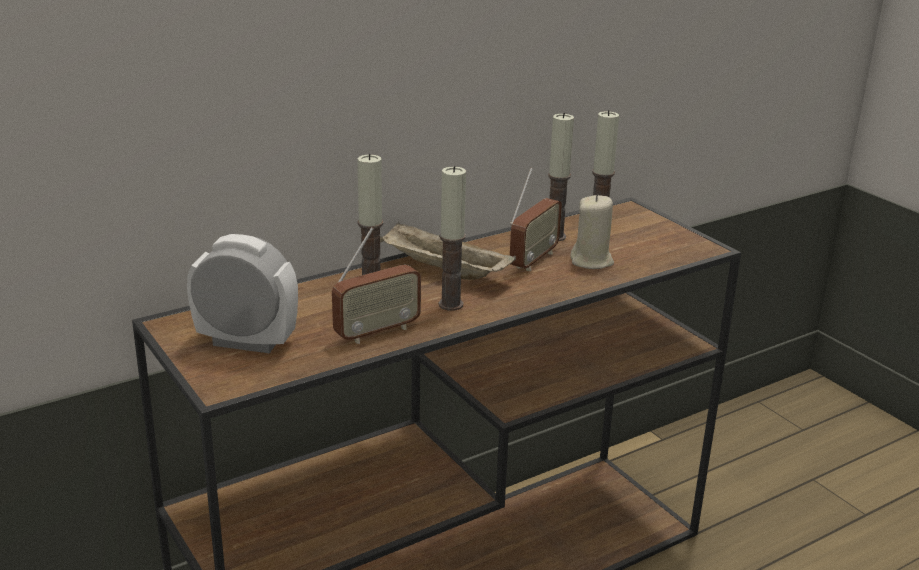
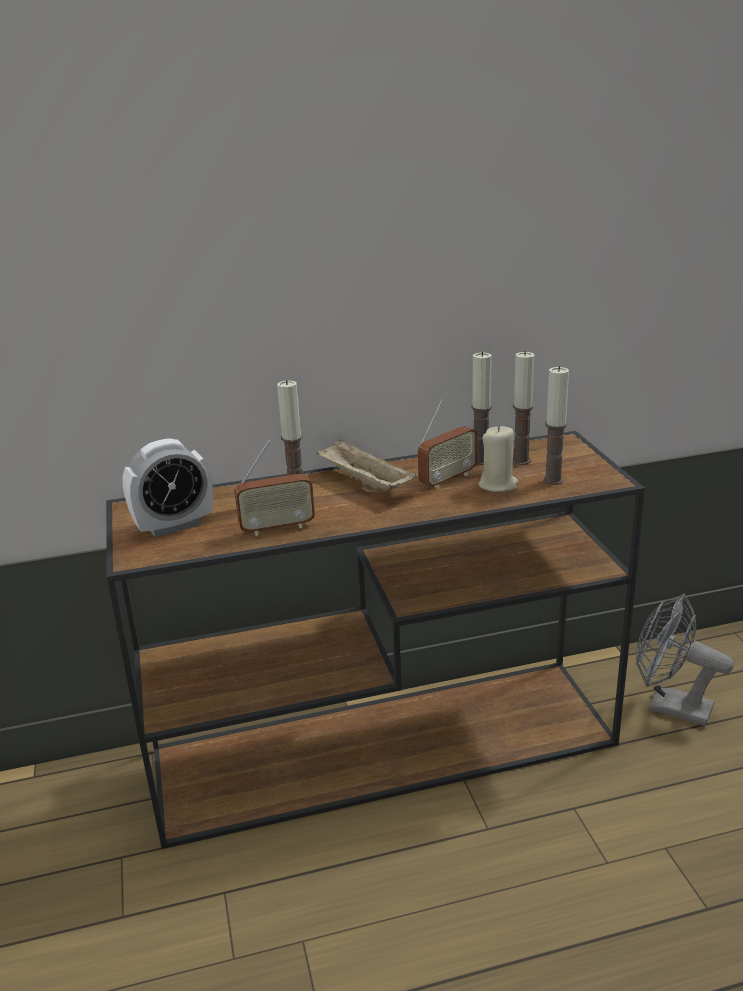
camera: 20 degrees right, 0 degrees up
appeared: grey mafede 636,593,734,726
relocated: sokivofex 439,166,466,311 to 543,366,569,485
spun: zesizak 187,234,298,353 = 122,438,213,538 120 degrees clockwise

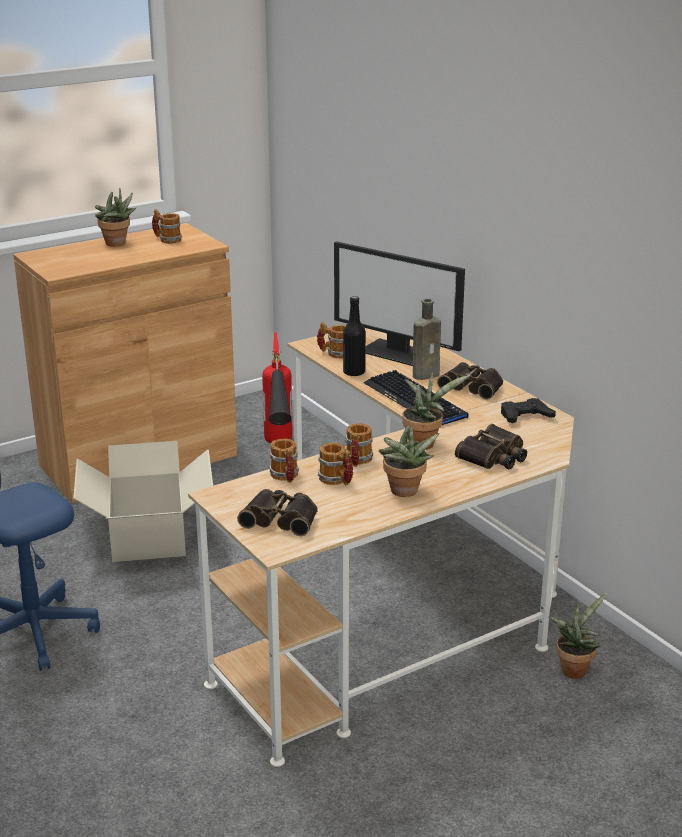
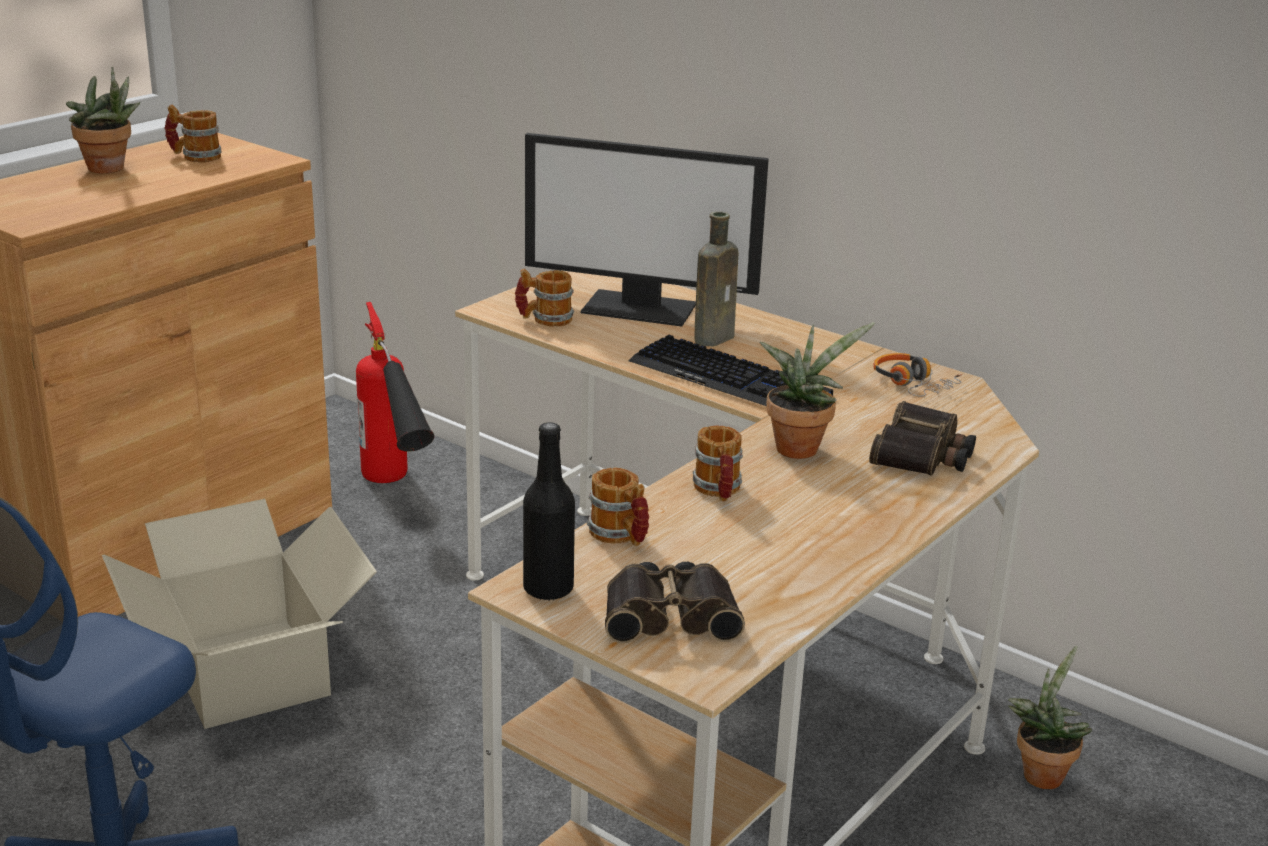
camera: 20 degrees left, 0 degrees up
missing: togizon 318,443,353,485; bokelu 379,426,439,497; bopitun 437,362,503,400
relocated: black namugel 343,296,366,376 to 523,422,575,601
exchanged: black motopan 501,398,556,423 to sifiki 873,353,962,397

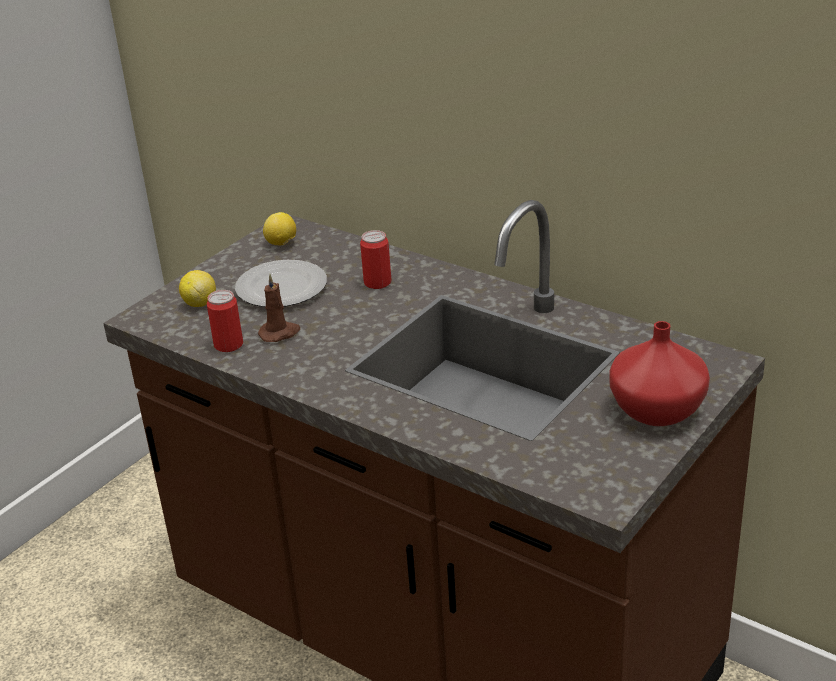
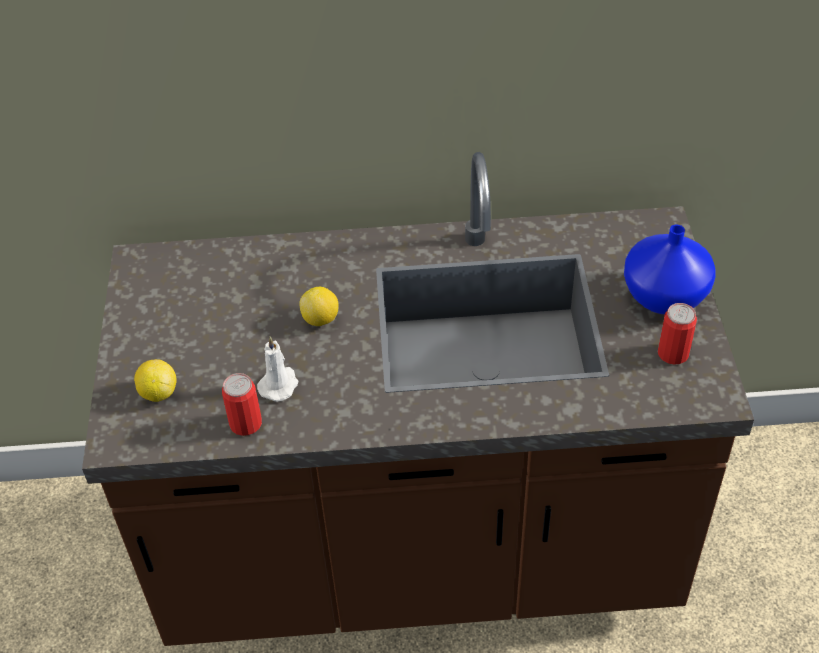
camera: 40 degrees left, 15 degrees up
missing: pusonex 235,260,327,307
relocated: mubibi 263,212,296,246 to 299,287,339,326; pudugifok 360,230,392,289 to 658,303,697,365
colour: brown sokivofex 258,274,300,342 to white sokivofex 257,336,299,402; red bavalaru 609,321,710,426 to blue bavalaru 624,225,716,314

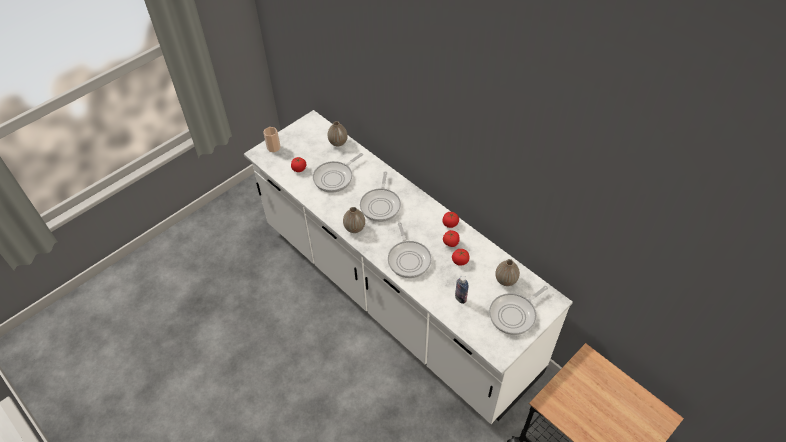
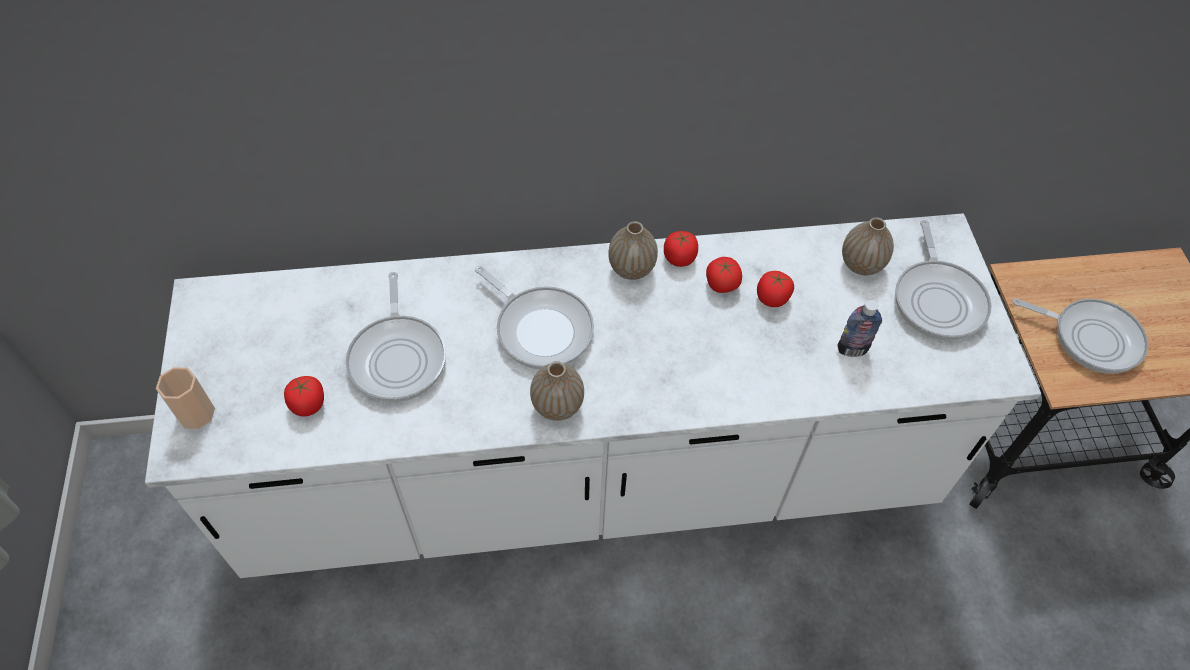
camera: 55 degrees left, 5 degrees up
relocated: bavalaru 328,121,348,146 to 608,221,658,280; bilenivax 388,222,432,278 to 1012,298,1148,374

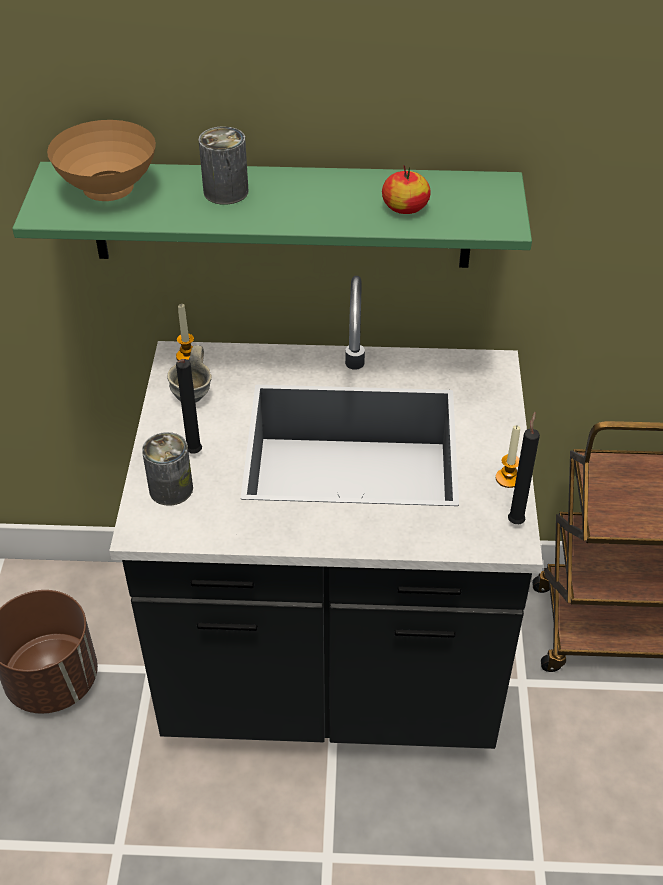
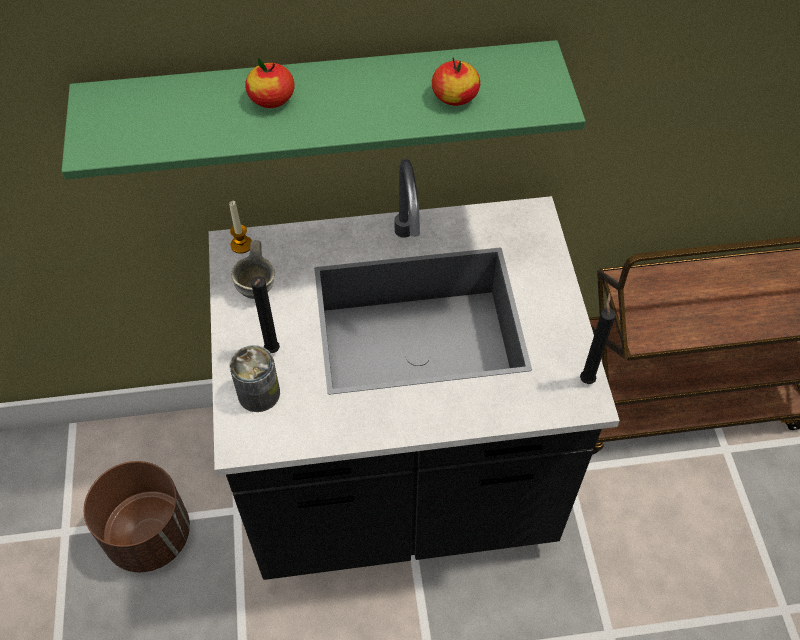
camera: 10 degrees left, 10 degrees up
missing: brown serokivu 47,120,156,201; sokivofex 496,425,520,488
exchanged: pudugifok 199,126,248,205 to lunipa 245,58,294,108

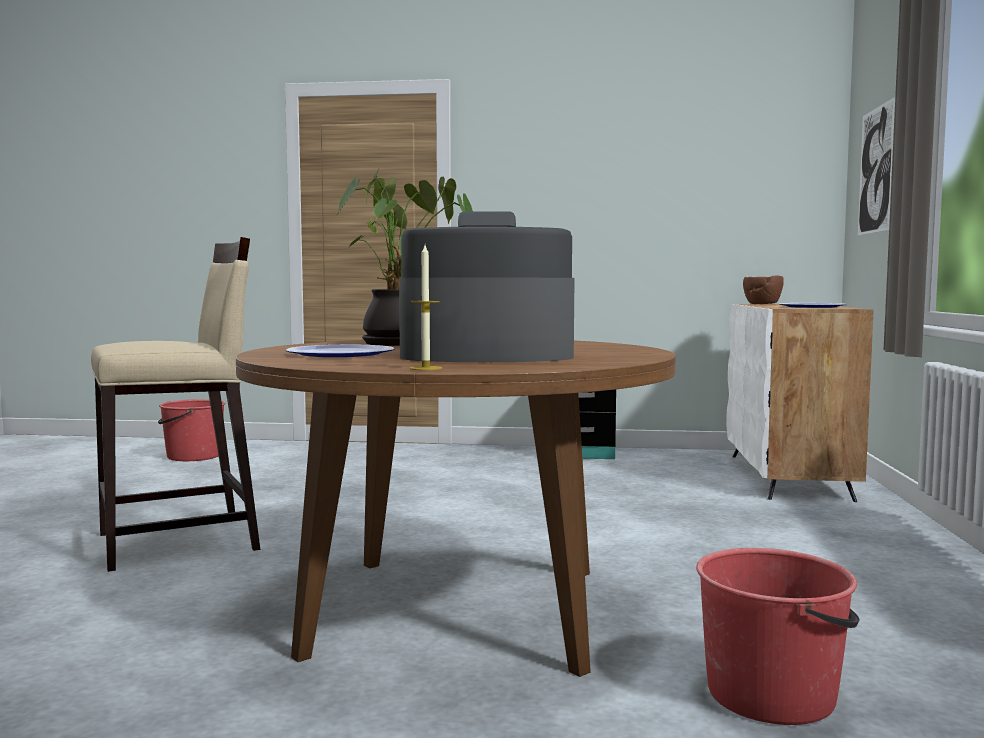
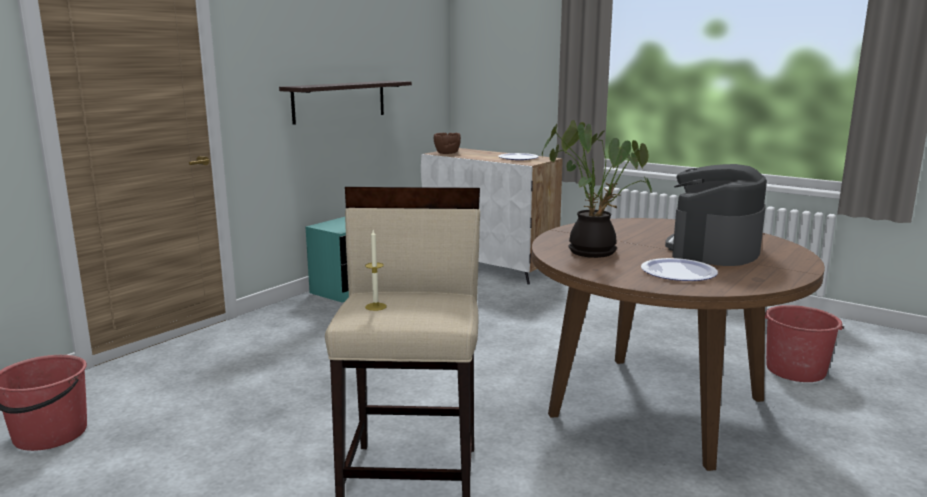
camera: 60 degrees left, 10 degrees up
missing: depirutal 858,97,895,235
appeared: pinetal 279,81,412,125
relocated: sokivofex 410,245,442,370 to 365,230,387,311

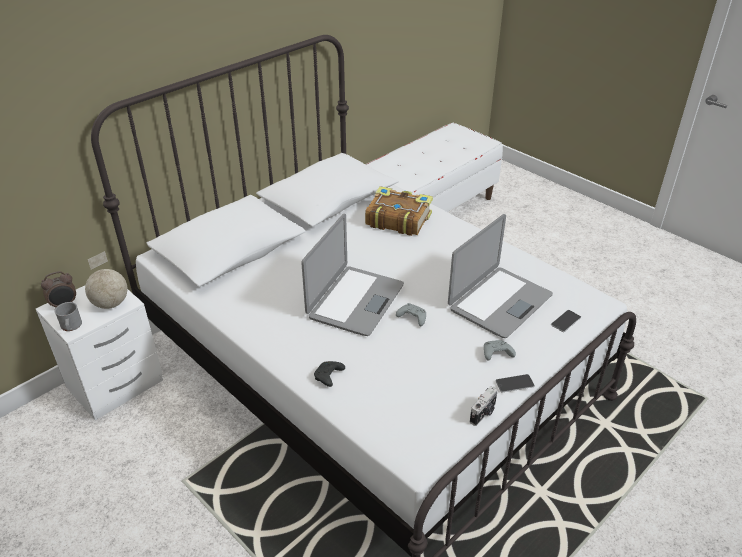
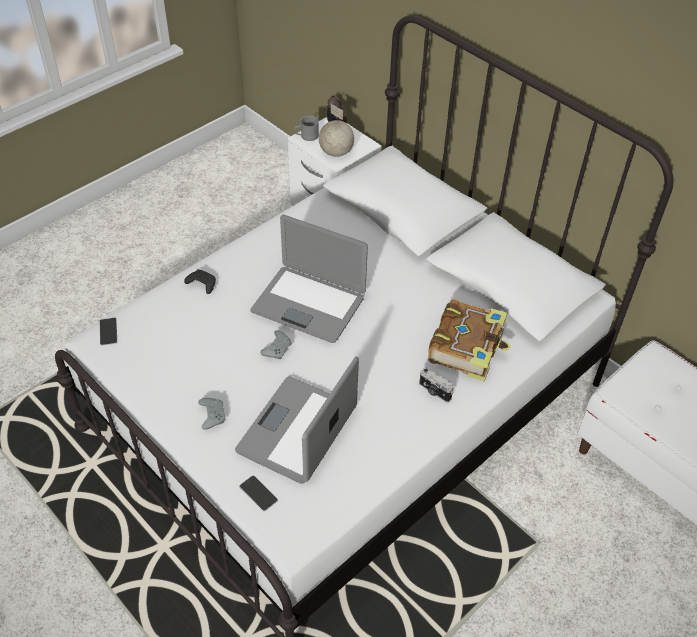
camera: 90 degrees right, 10 degrees up
relocated: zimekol 495,374,535,392 to 100,318,117,346; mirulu 470,386,498,426 to 419,367,453,402
spun: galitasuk 448,214,553,338 = 235,356,359,484 75 degrees clockwise

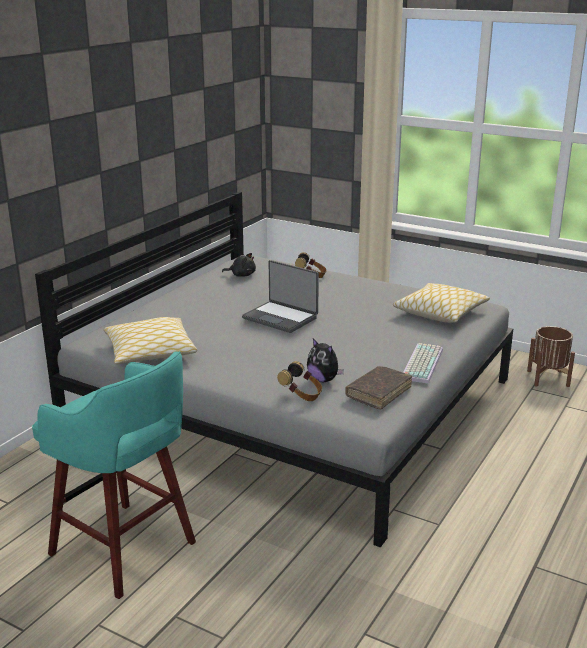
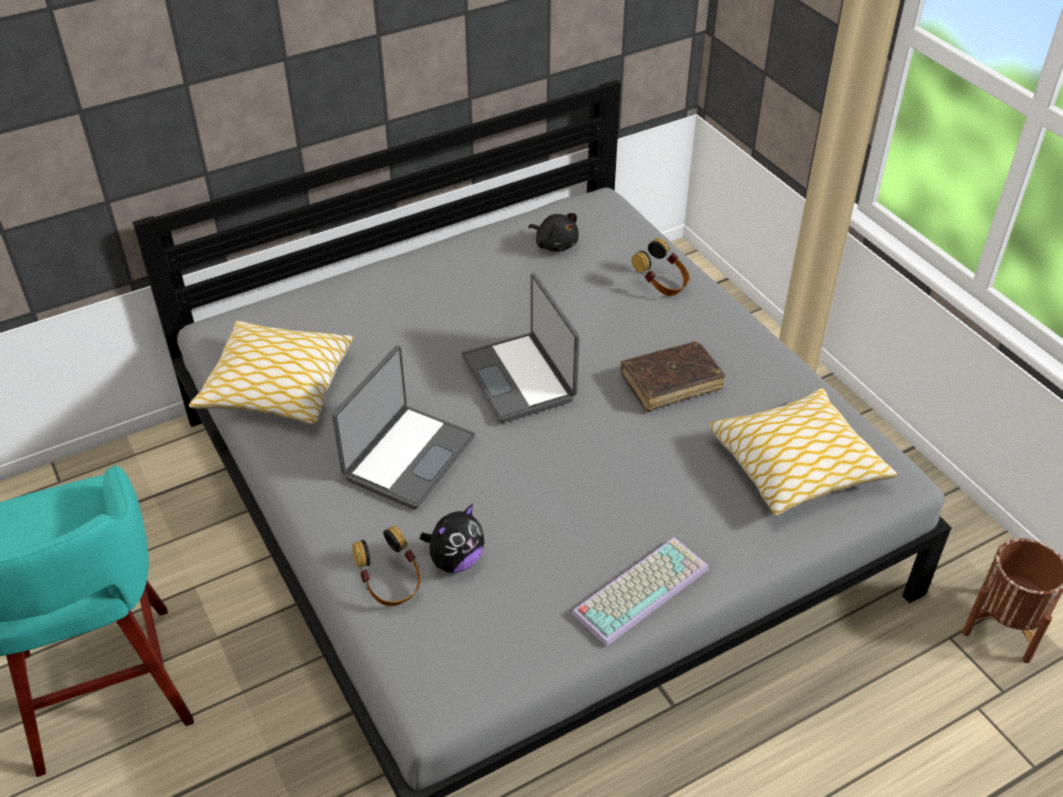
camera: 30 degrees right, 20 degrees up
appeared: galitasuk 332,345,475,510
relocated: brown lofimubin 345,366,412,410 to 620,341,726,411
spun: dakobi 307,338,344,382 = 420,504,484,573 120 degrees counterclockwise

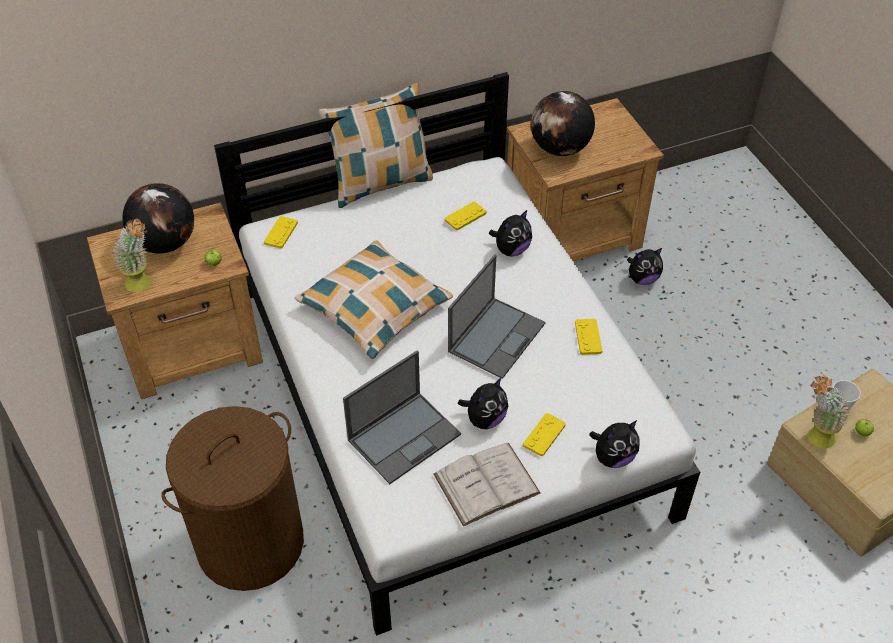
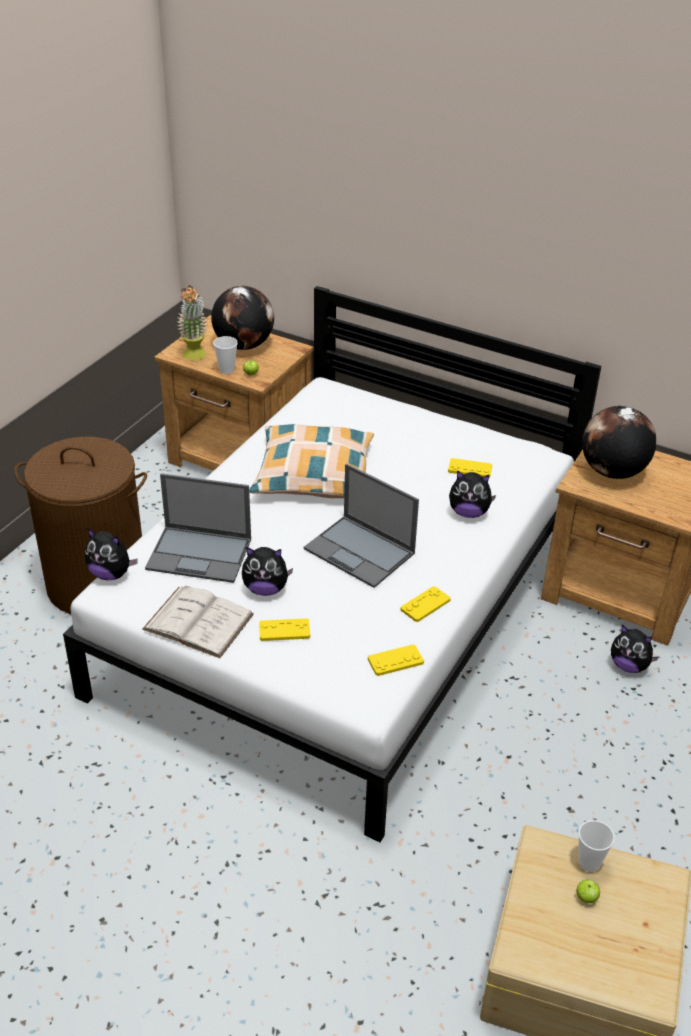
camera: 50 degrees right, 10 degrees down
missing: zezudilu 319,83,433,208; bokelu 808,374,850,449
appeared: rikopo 213,336,238,374
relocated: dakobi 589,420,639,468 to 85,528,138,580; yellow motopan 264,216,298,249 to 368,644,424,676
spun: galitasuk 448,254,546,379 = 304,464,419,588 45 degrees clockwise

